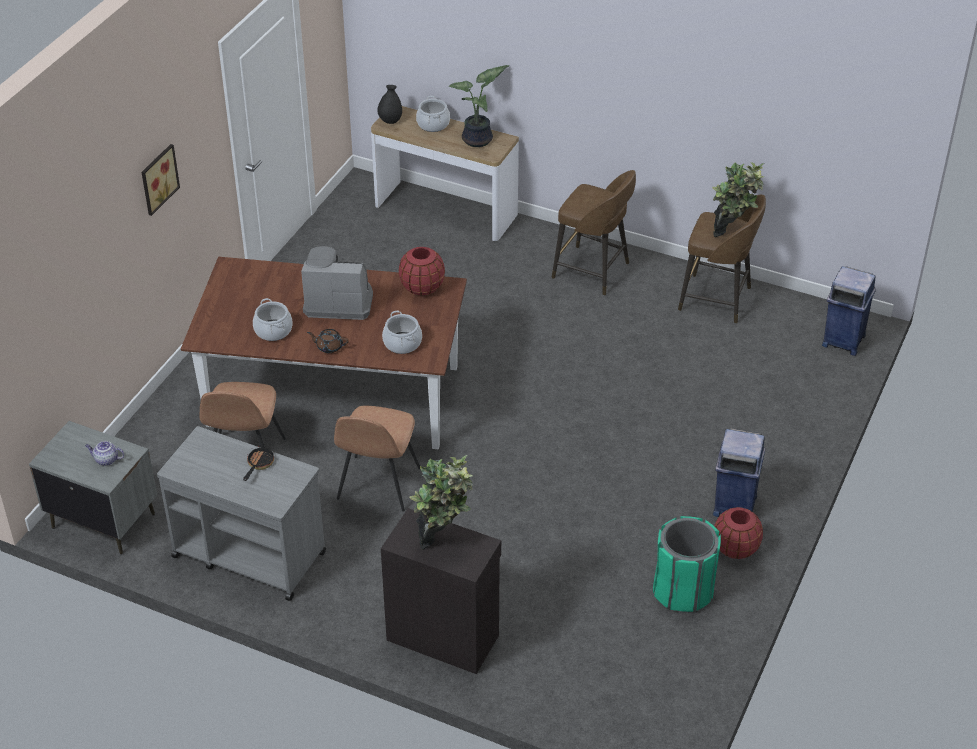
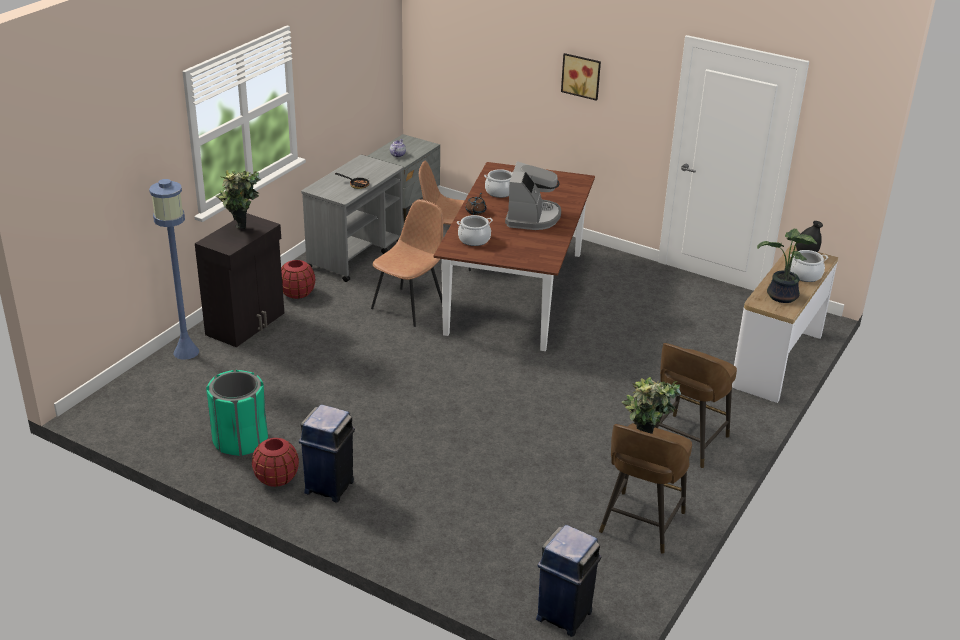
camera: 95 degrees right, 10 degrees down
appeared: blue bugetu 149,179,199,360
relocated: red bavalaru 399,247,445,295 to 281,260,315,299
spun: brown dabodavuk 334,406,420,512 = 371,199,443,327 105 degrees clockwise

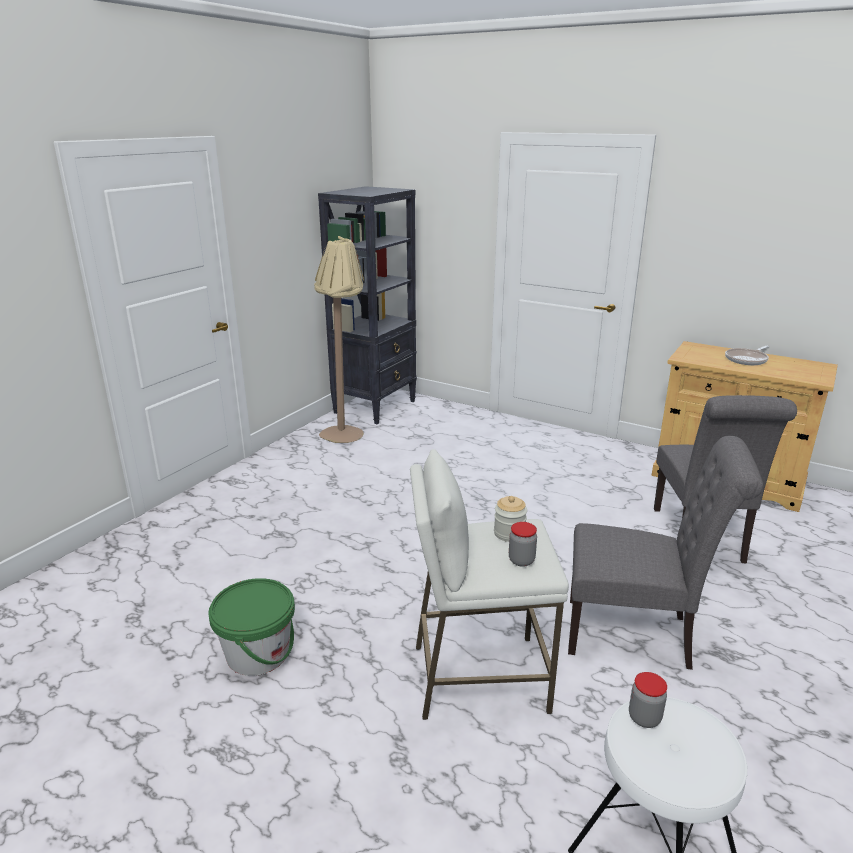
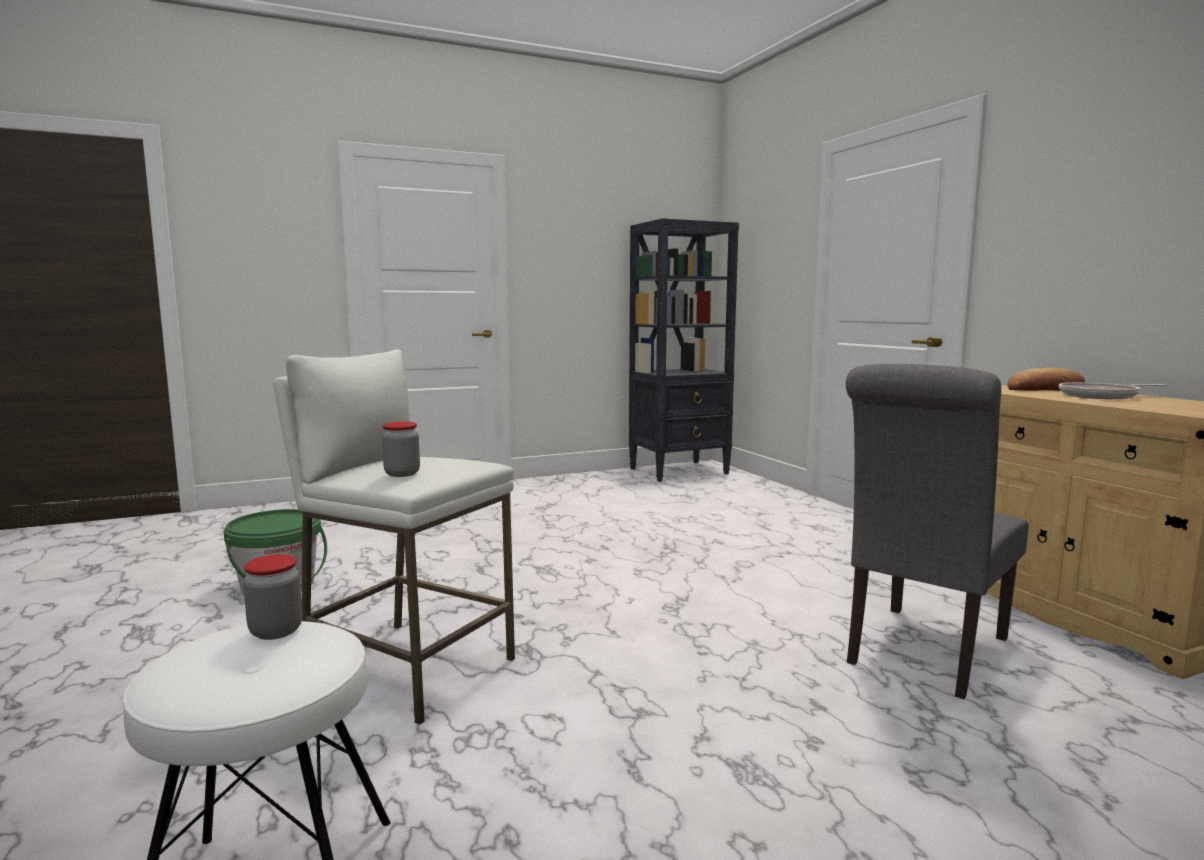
camera: 35 degrees right, 15 degrees down
missing: beige bugetu 314,236,364,443; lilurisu 494,496,527,542; grey dabodavuk 568,436,763,670
appeared: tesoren 1007,368,1085,391

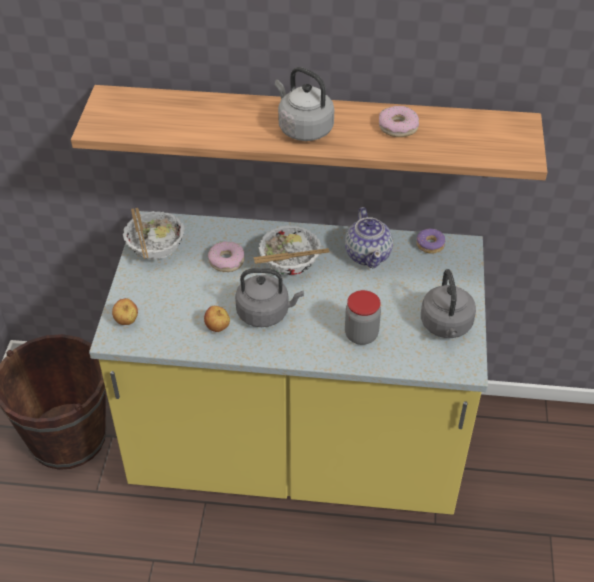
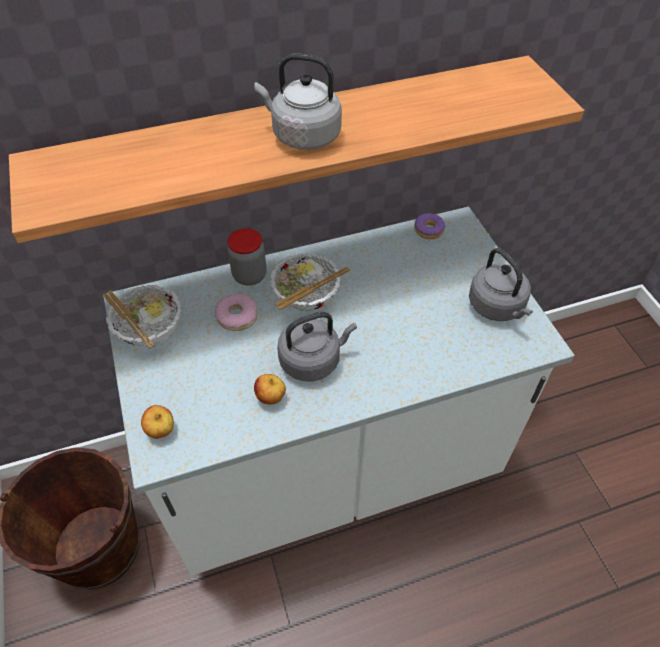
camera: 25 degrees left, 5 degrees up
missing: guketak 345,207,393,269; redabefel 379,106,419,137
relocated: lilurisu 345,290,381,345 to 227,228,267,286
colour: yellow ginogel 89,211,488,515 to white ginogel 103,207,574,576

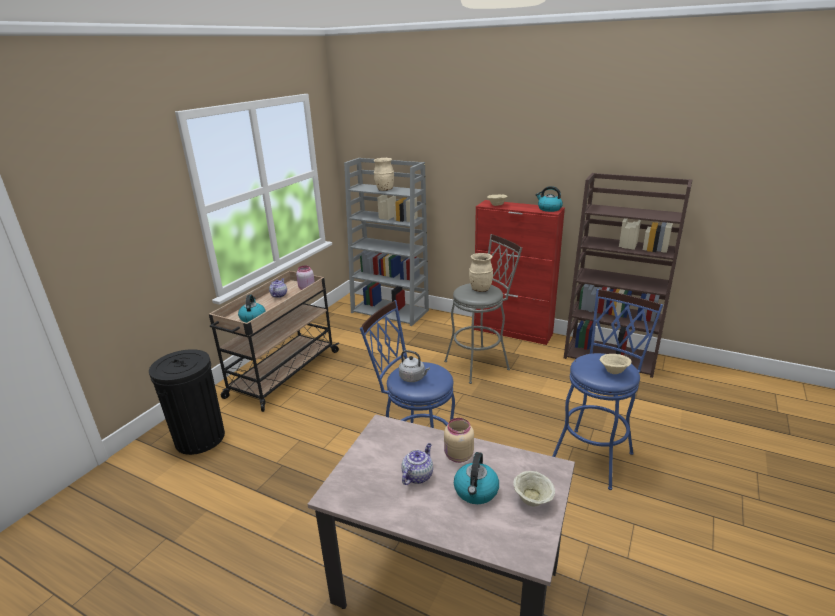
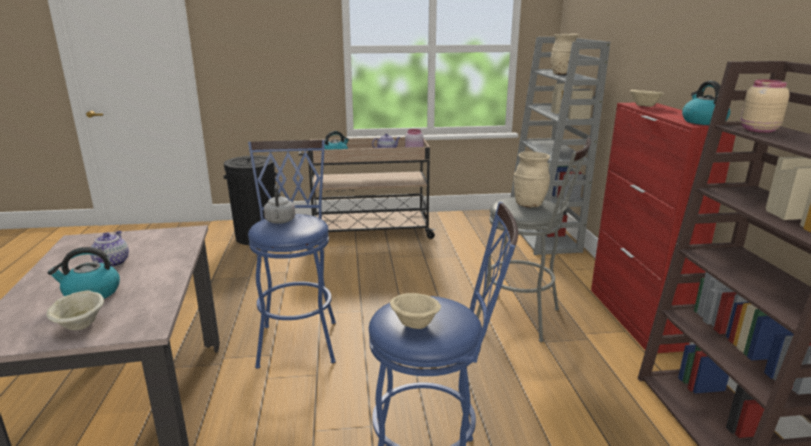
camera: 55 degrees right, 5 degrees down
relocated: beige lilurisu 444,418,474,463 to 741,79,790,133
spun: guketak 401,443,433,485 = 90,231,129,267 90 degrees counterclockwise

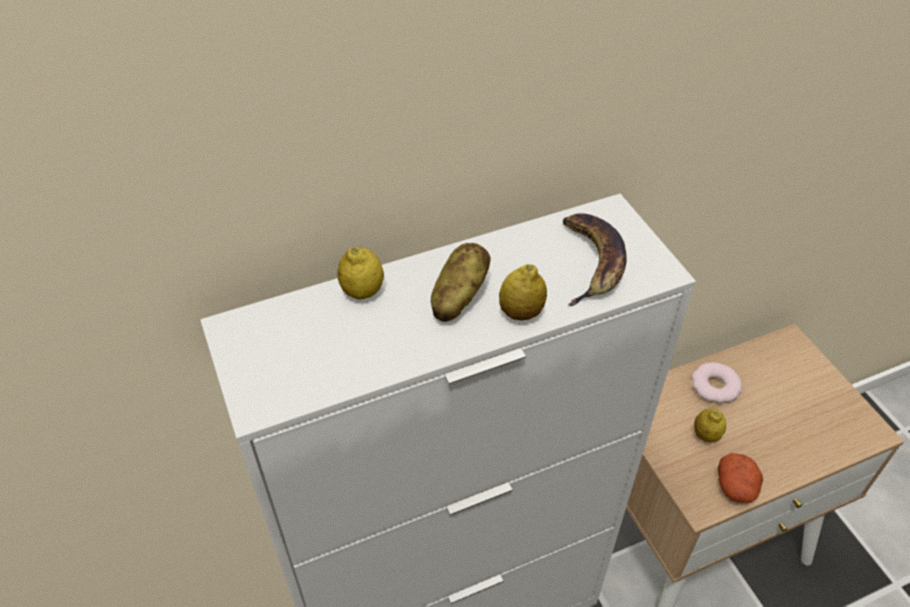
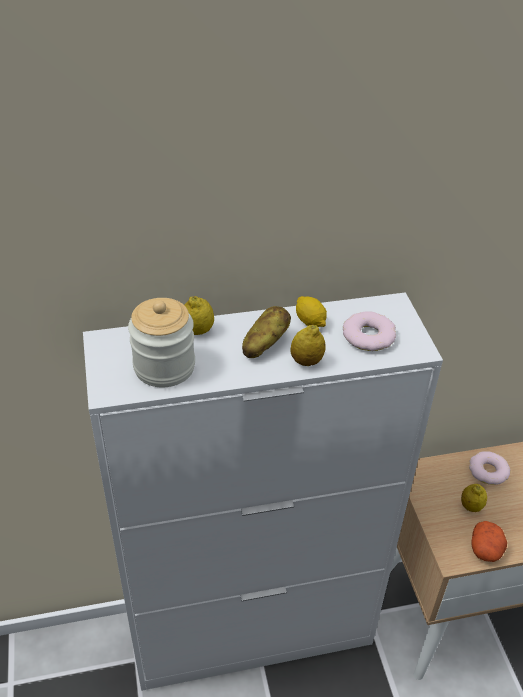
camera: 10 degrees right, 5 degrees down
appeared: lilurisu 128,298,195,387; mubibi 296,296,327,327
exchanged: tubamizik 563,213,627,306 to redabefel 343,311,396,351

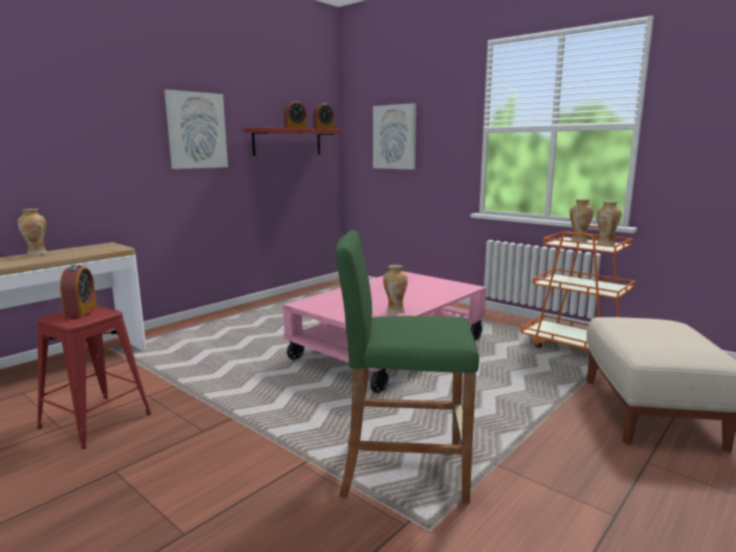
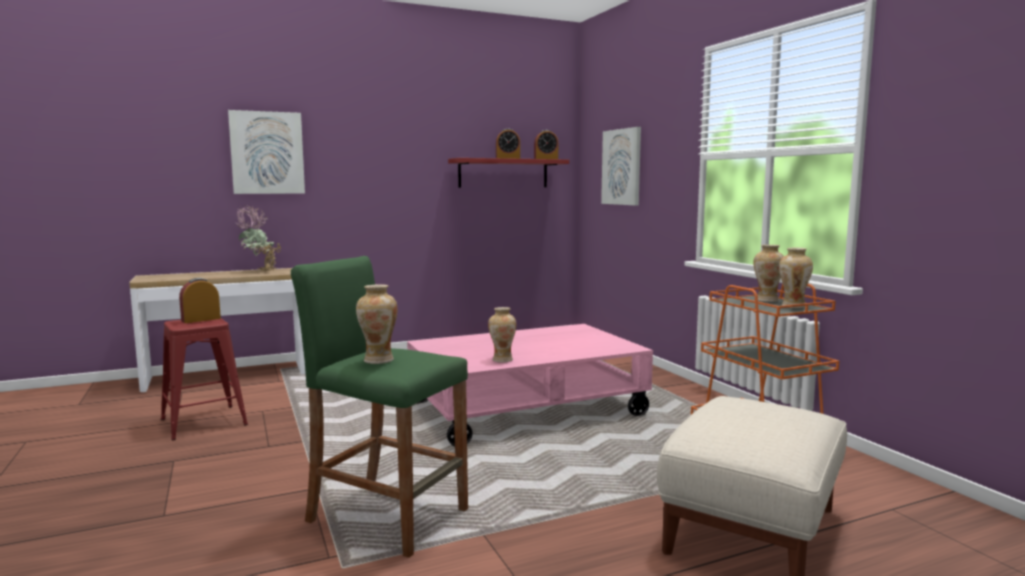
camera: 25 degrees right, 5 degrees down
appeared: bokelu 236,205,281,271
relocated: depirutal 164,89,228,169 to 228,110,305,194; bavalaru 17,209,47,256 to 356,284,397,364
spun: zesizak 60,265,97,318 = 179,278,221,323 150 degrees counterclockwise

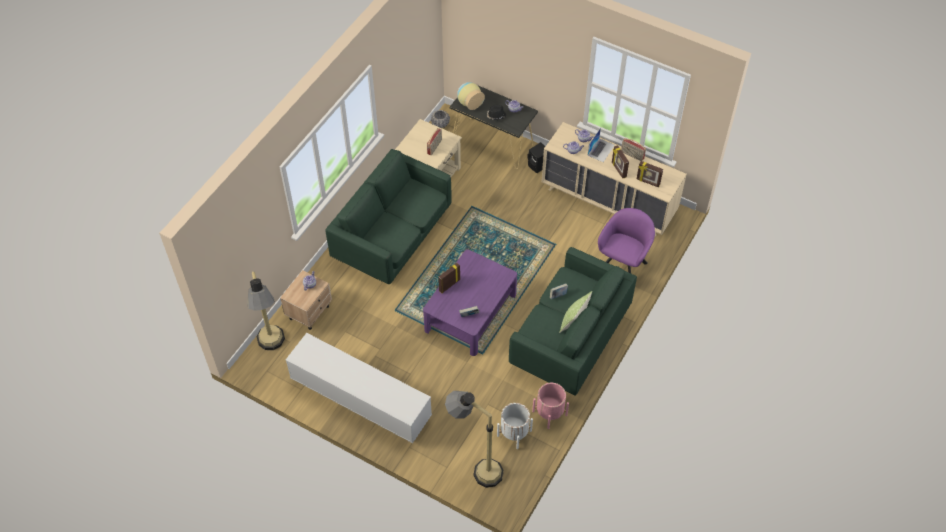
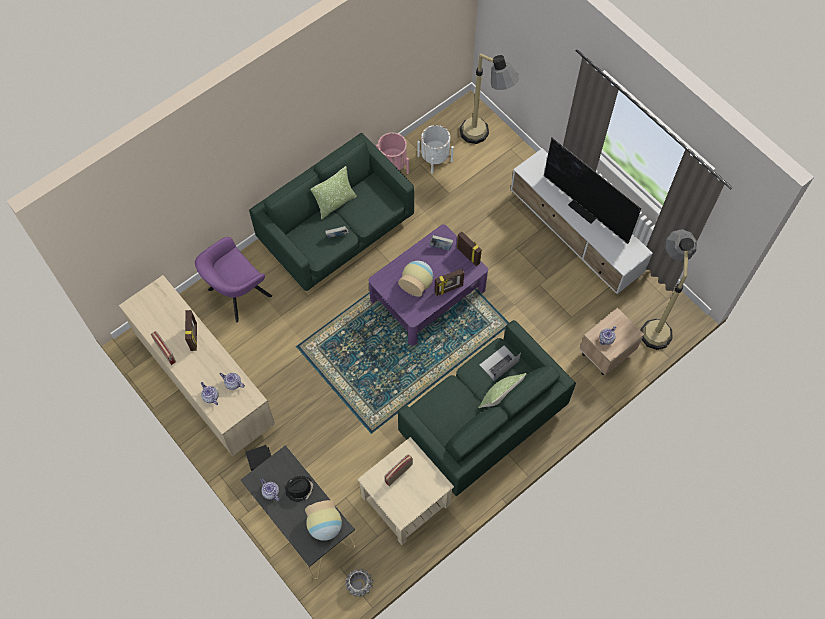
camera: 160 degrees left, 10 degrees up
appeared: bavalaru 398,261,433,297; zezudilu 478,373,526,408; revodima 544,138,641,244
relocated: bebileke 637,161,663,188 to 457,231,482,266; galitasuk 587,128,615,162 to 480,345,521,381

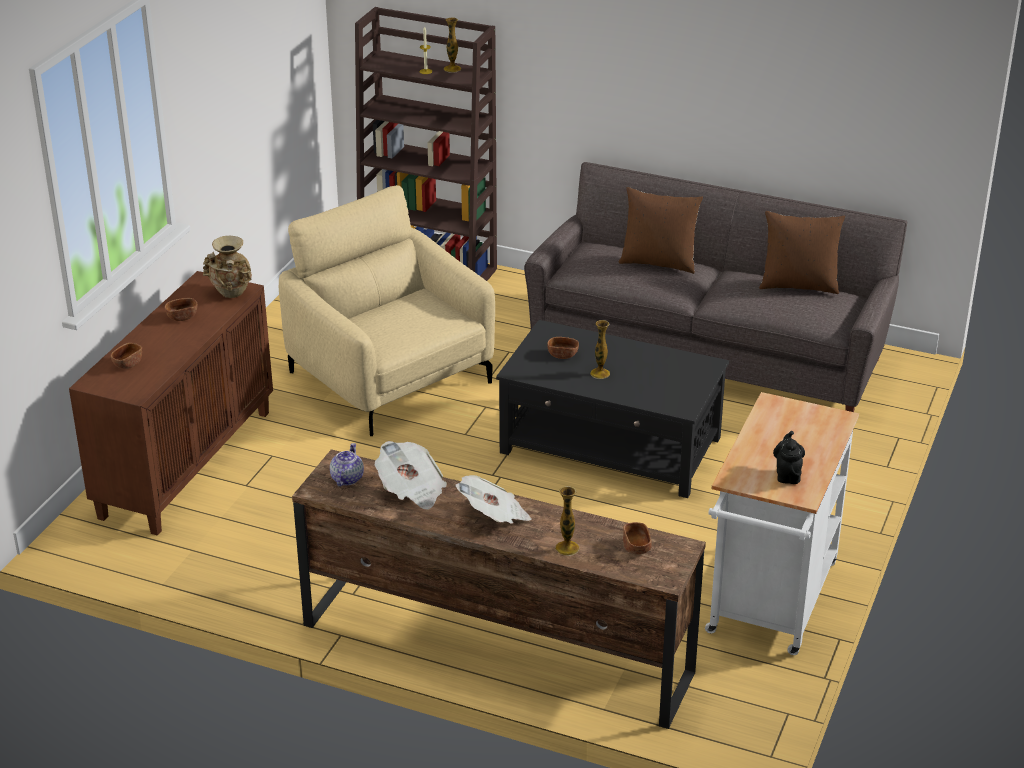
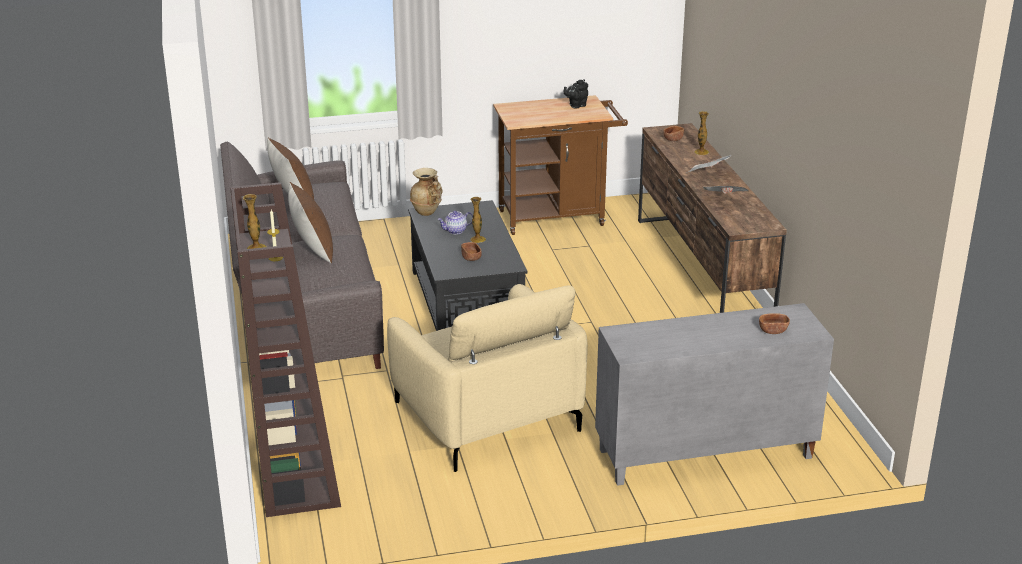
camera: 125 degrees left, 5 degrees down
missing: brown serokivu 165,298,198,321
relocated: beige bavalaru 203,236,252,298 to 410,168,442,216; guketak 330,443,364,486 to 437,211,473,234
colour: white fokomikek 705,392,859,655 to brown fokomikek 493,95,628,235; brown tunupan 69,271,273,536 to grey tunupan 595,303,834,486
spun: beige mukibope 279,185,495,436 = 387,284,588,472 45 degrees counterclockwise

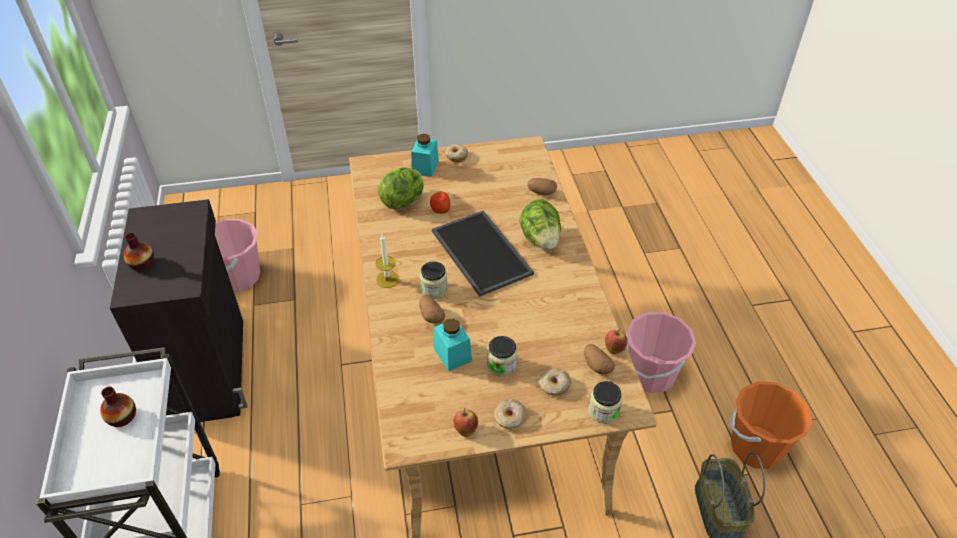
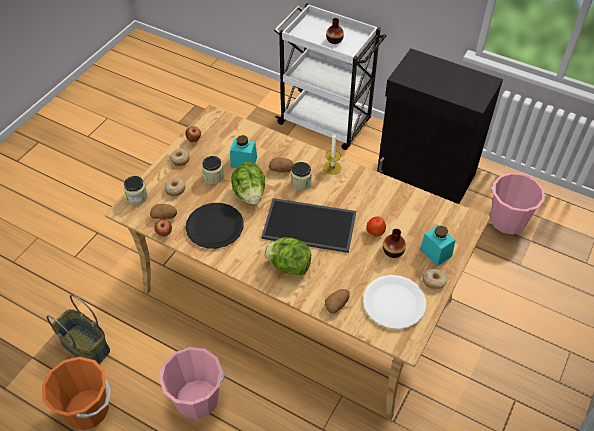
camera: 130 degrees right, 5 degrees up
appeared: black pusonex 185,203,244,248; white pusonex 363,275,426,329
relocated: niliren 378,167,424,209 to 231,162,265,205; bavalaru 124,233,154,271 to 383,229,406,258

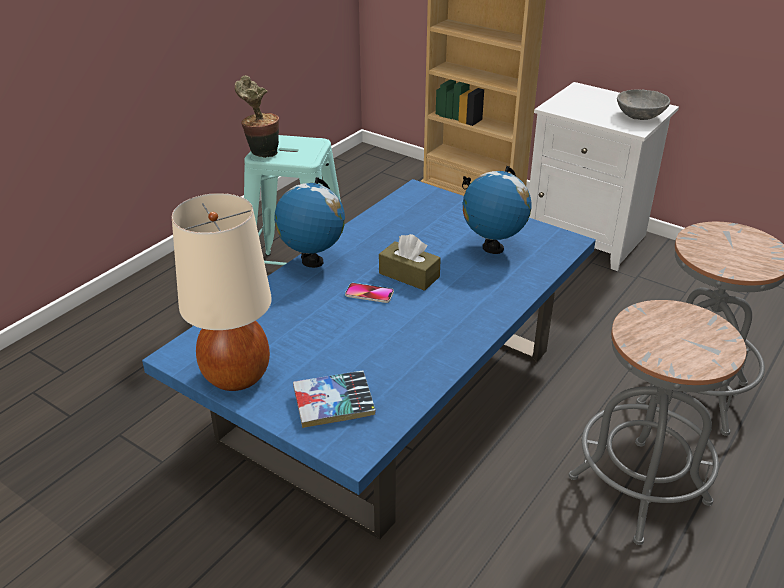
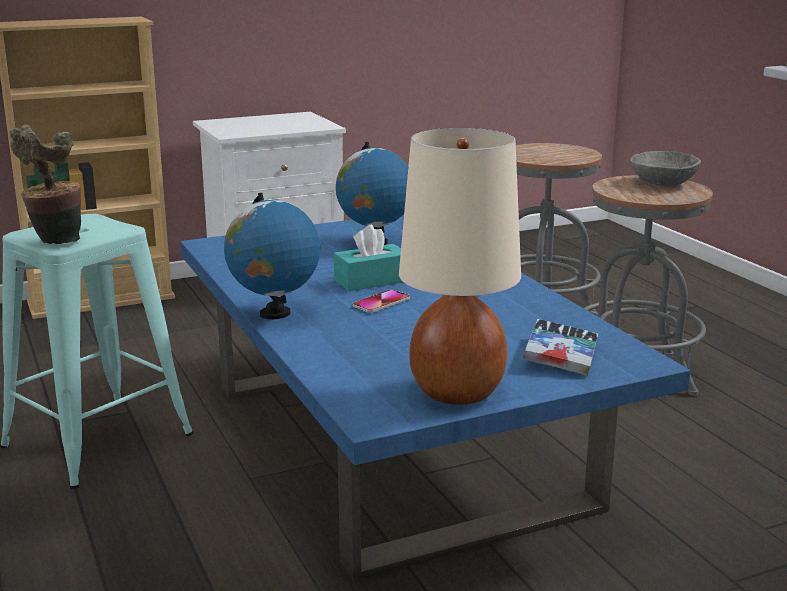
camera: 60 degrees left, 15 degrees down
relocated: grey serokivu 617,90,670,120 to 630,151,701,187
colour: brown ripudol 379,234,441,291 to turquoise ripudol 334,225,403,291

